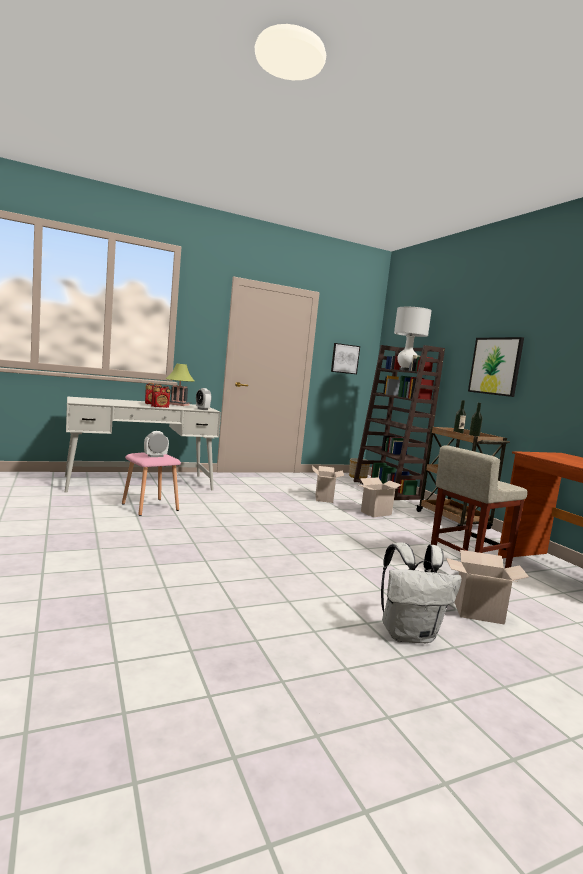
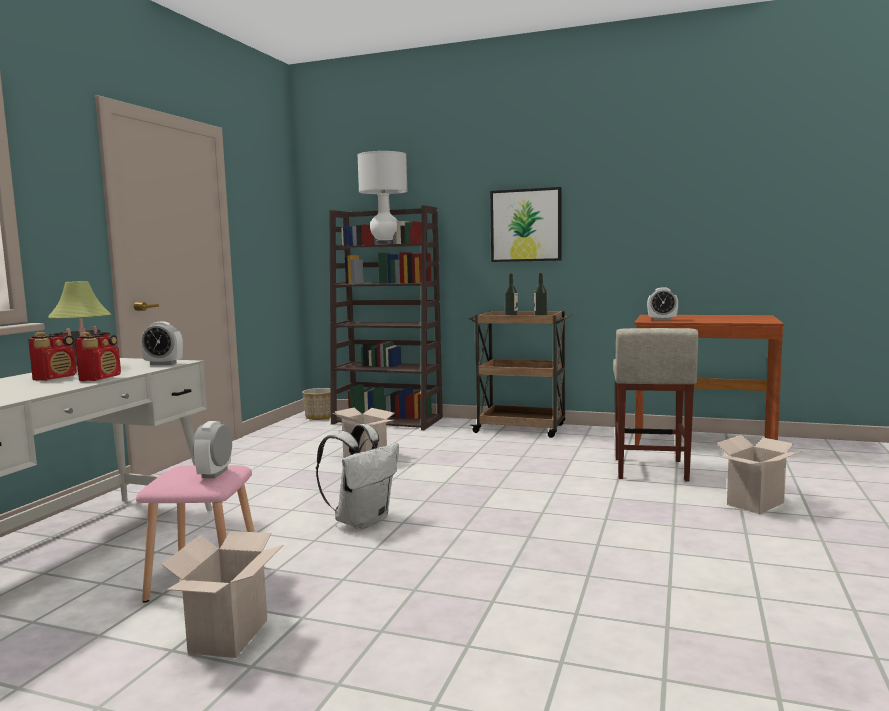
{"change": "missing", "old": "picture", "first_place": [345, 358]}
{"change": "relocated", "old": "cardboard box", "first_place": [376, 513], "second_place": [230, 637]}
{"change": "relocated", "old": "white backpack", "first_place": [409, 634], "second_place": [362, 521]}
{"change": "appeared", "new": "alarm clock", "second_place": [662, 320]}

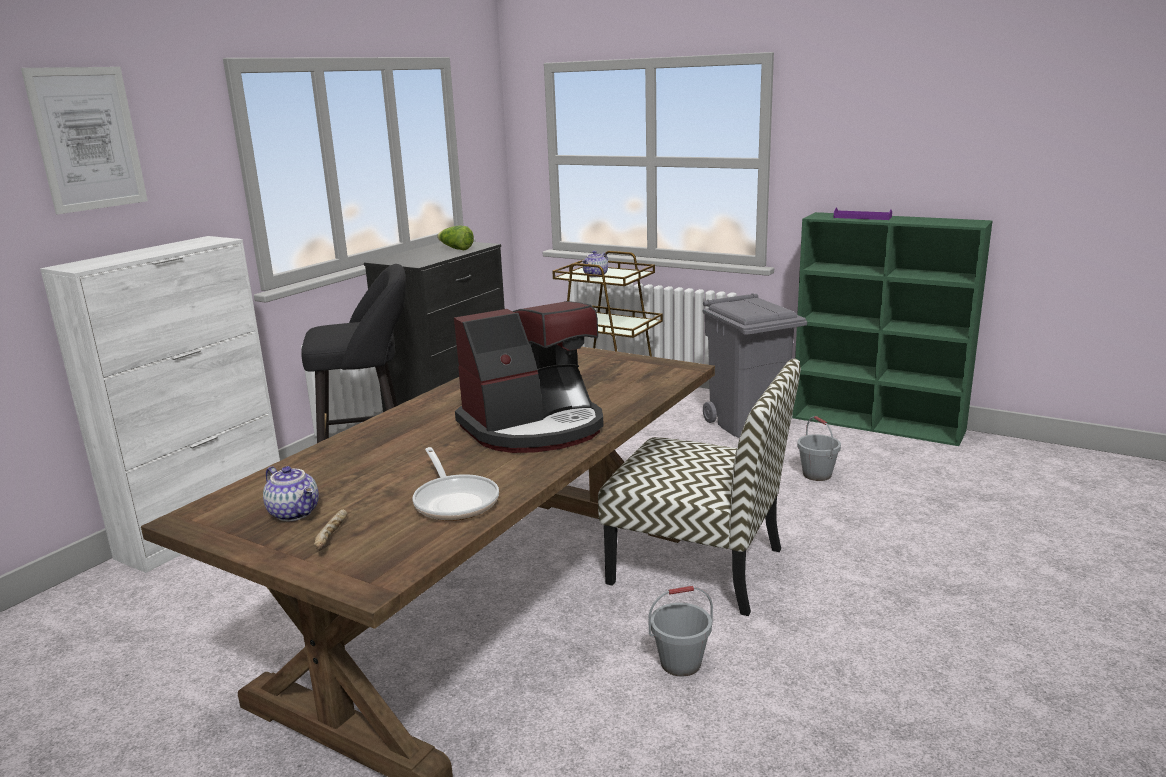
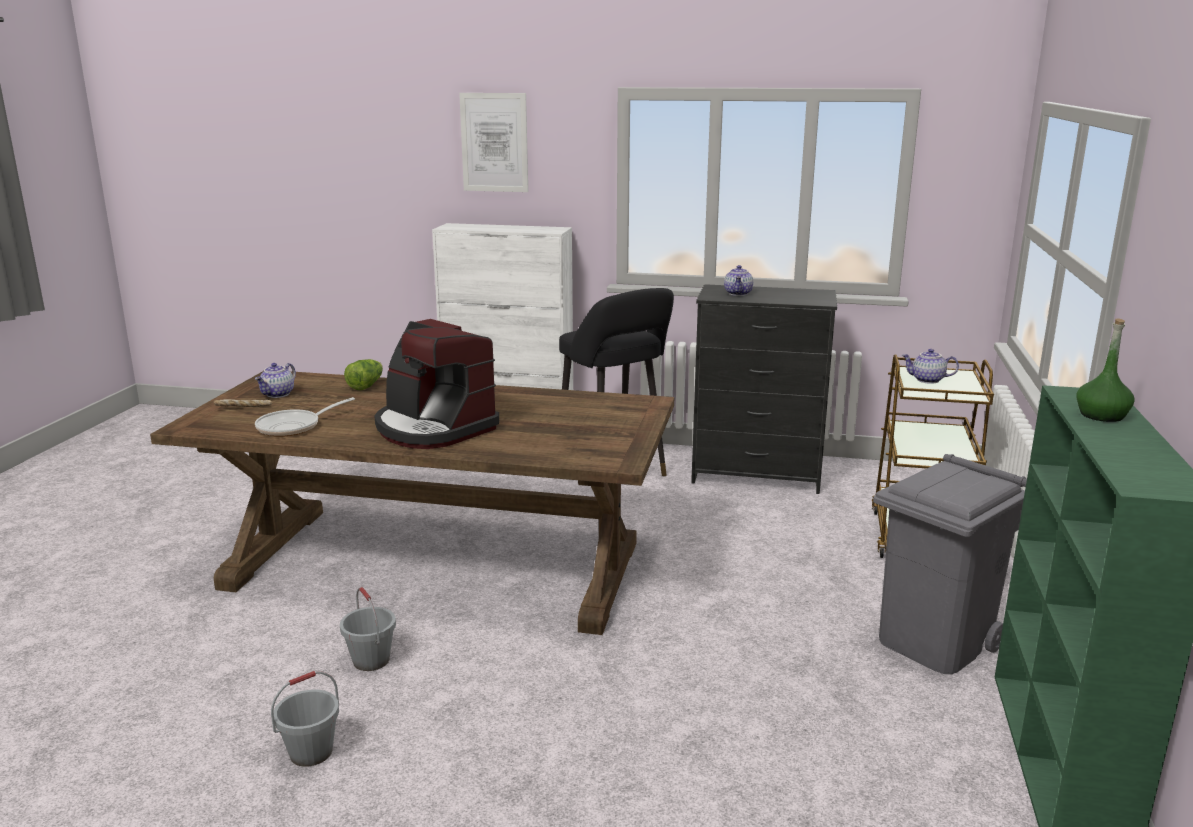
{"change": "exchanged", "old": "purple tray", "new": "green bottle", "first_place": [862, 217], "second_place": [1102, 415]}
{"change": "relocated", "old": "lettuce", "first_place": [455, 249], "second_place": [366, 385]}
{"change": "missing", "old": "chair", "first_place": [699, 566]}
{"change": "relocated", "old": "grey bucket", "first_place": [816, 475], "second_place": [311, 752]}
{"change": "appeared", "new": "teapot", "second_place": [738, 293]}

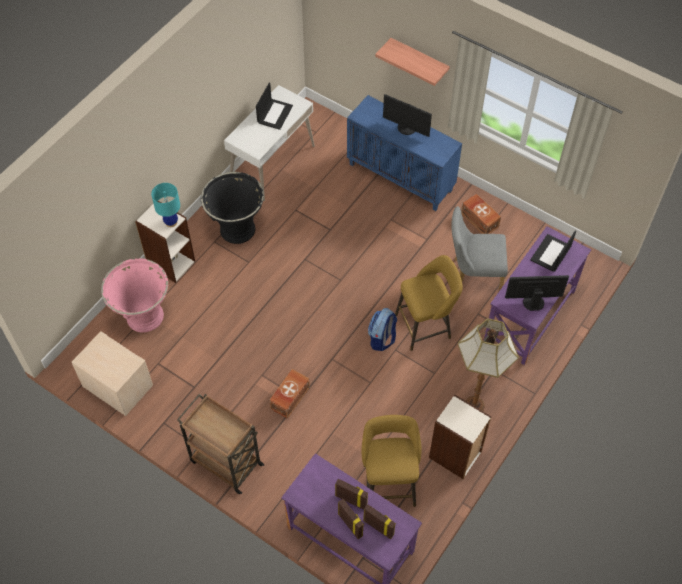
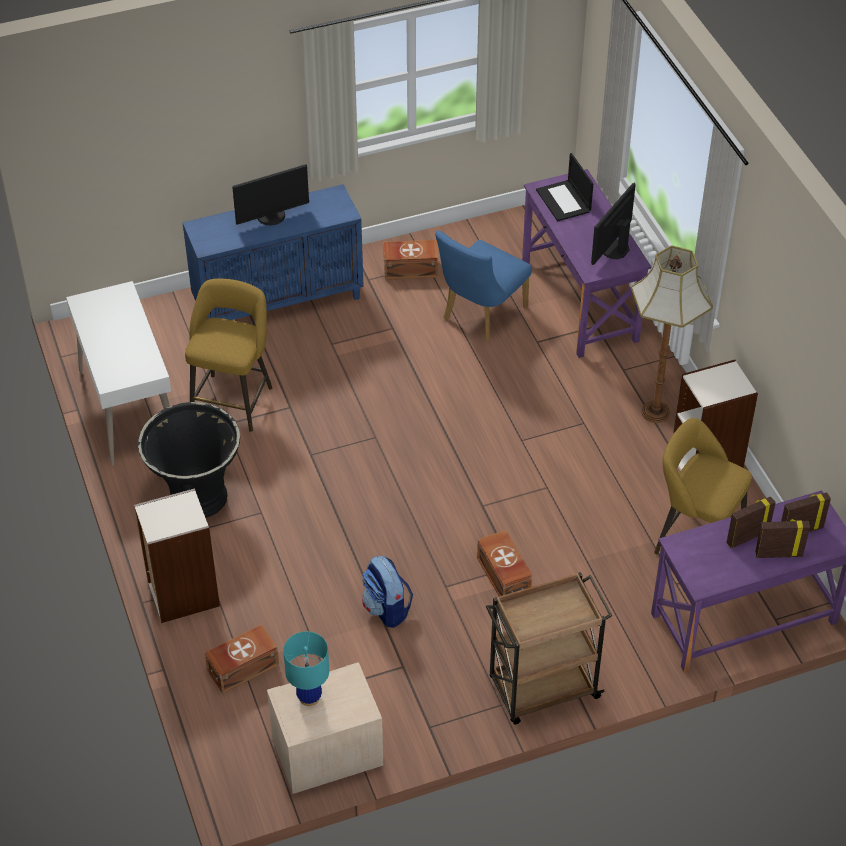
{"change": "missing", "old": "shelf", "first_place": [419, 60]}
{"change": "missing", "old": "laptop", "first_place": [274, 114]}
{"change": "relocated", "old": "turquoise table lamp", "first_place": [171, 222], "second_place": [309, 697]}
{"change": "colour", "old": "grey chair", "new": "blue chair", "first_place": [473, 274], "second_place": [480, 316]}
{"change": "relocated", "old": "yellow stool", "first_place": [426, 325], "second_place": [233, 399]}
{"change": "exchanged", "old": "pink planter", "new": "brown storage box", "first_place": [144, 316], "second_place": [242, 667]}
{"change": "relocated", "old": "backpack", "first_place": [382, 339], "second_place": [386, 609]}

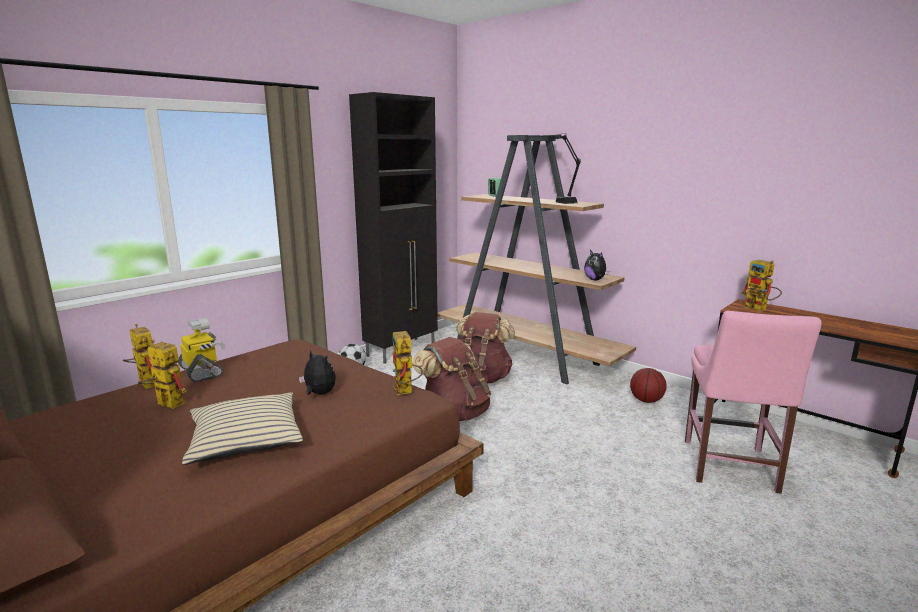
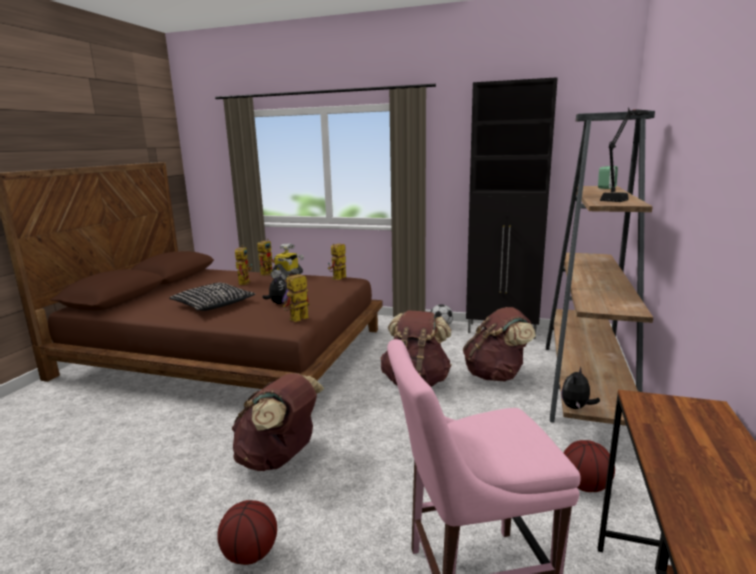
{"change": "relocated", "old": "plush toy", "first_place": [595, 280], "second_place": [576, 407]}
{"change": "relocated", "old": "toy robot", "first_place": [760, 309], "second_place": [338, 279]}
{"change": "colour", "old": "beige pillow", "new": "black pillow", "first_place": [245, 439], "second_place": [213, 304]}
{"change": "appeared", "new": "brown backpack", "second_place": [279, 458]}
{"change": "appeared", "new": "basketball", "second_place": [251, 554]}

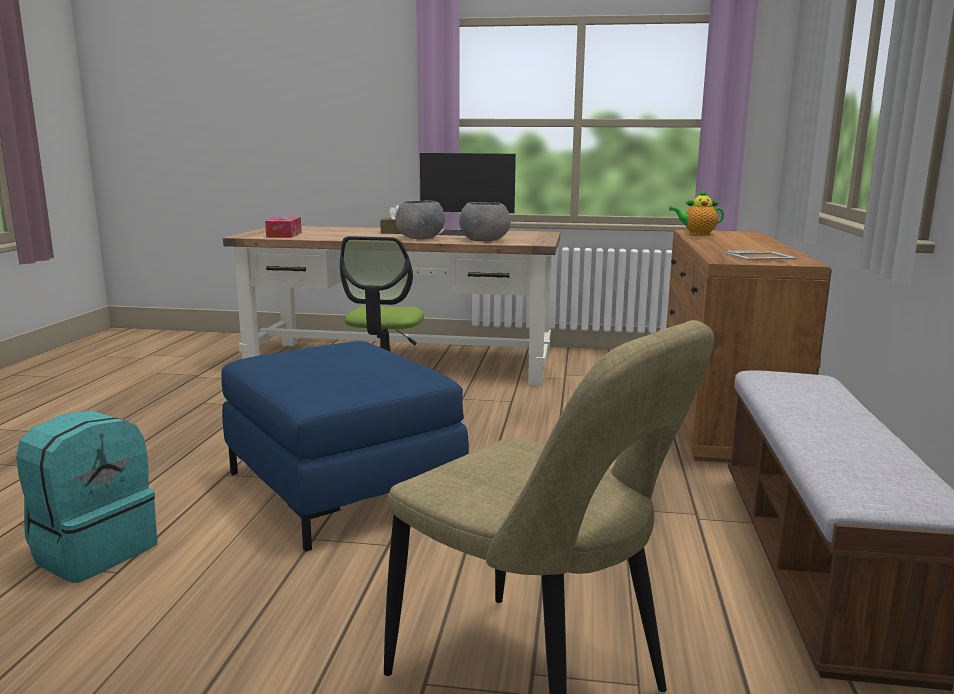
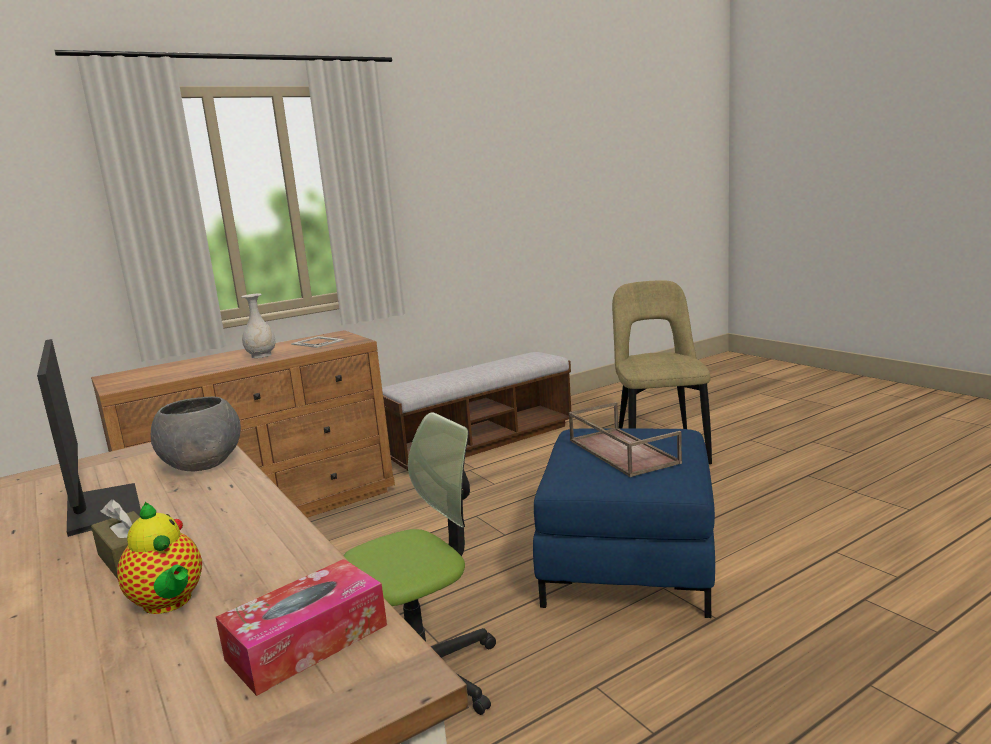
{"change": "relocated", "old": "teapot", "first_place": [697, 234], "second_place": [169, 603]}
{"change": "missing", "old": "grey bowl", "first_place": [420, 238]}
{"change": "missing", "old": "turquoise backpack", "first_place": [94, 551]}
{"change": "appeared", "new": "white vase", "second_place": [262, 355]}
{"change": "appeared", "new": "brown tray", "second_place": [621, 451]}

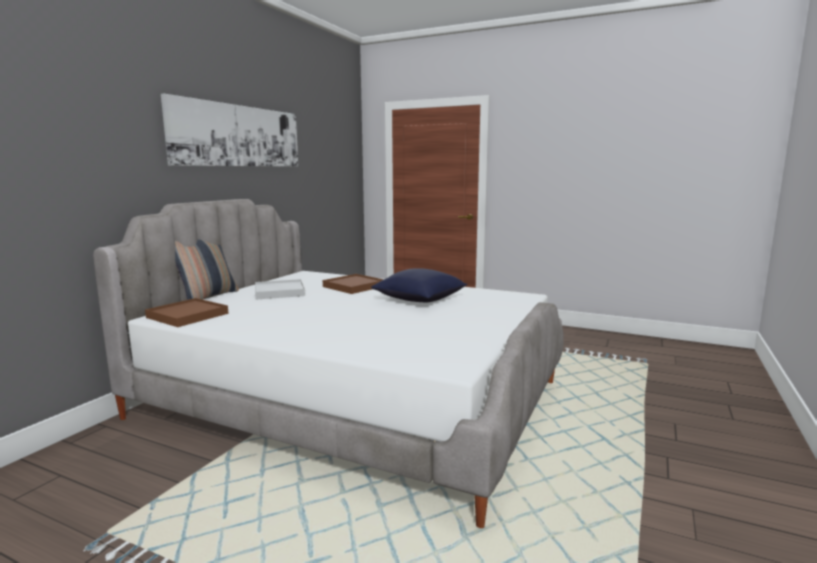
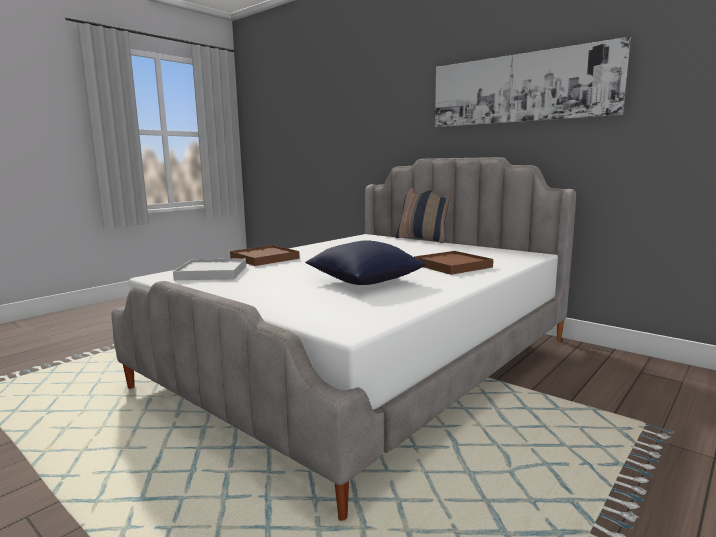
{"change": "relocated", "old": "white tray", "first_place": [279, 292], "second_place": [212, 273]}
{"change": "relocated", "old": "brown tray", "first_place": [188, 315], "second_place": [264, 258]}

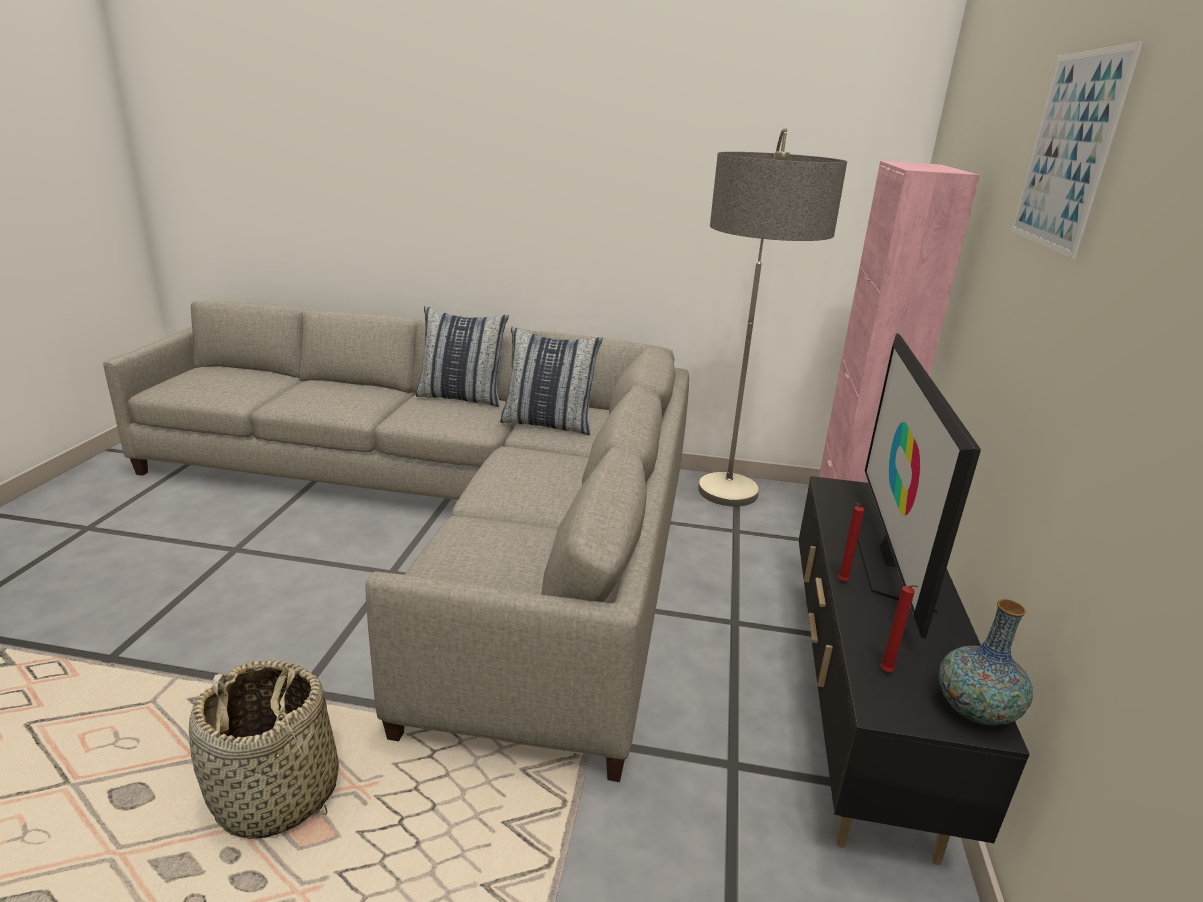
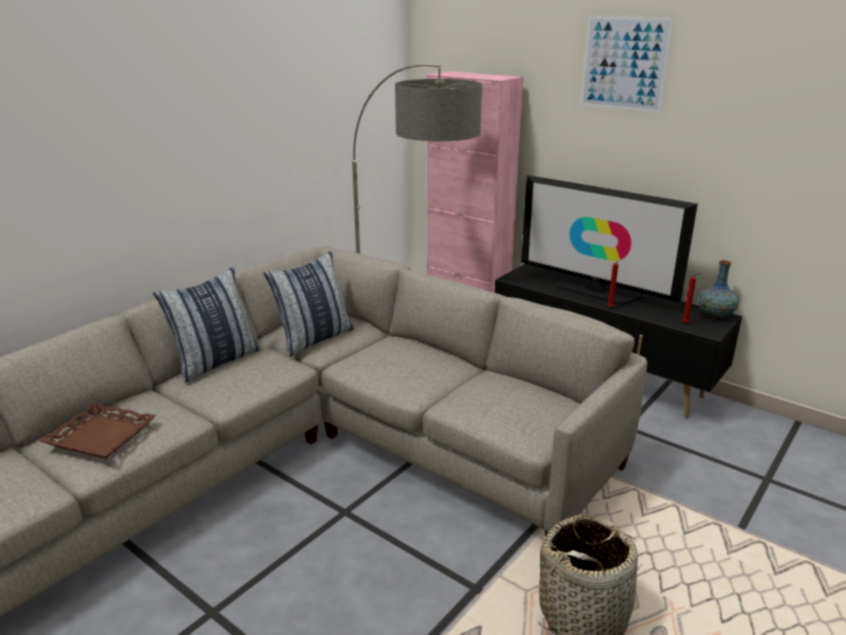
{"change": "appeared", "new": "brown tray", "second_place": [101, 436]}

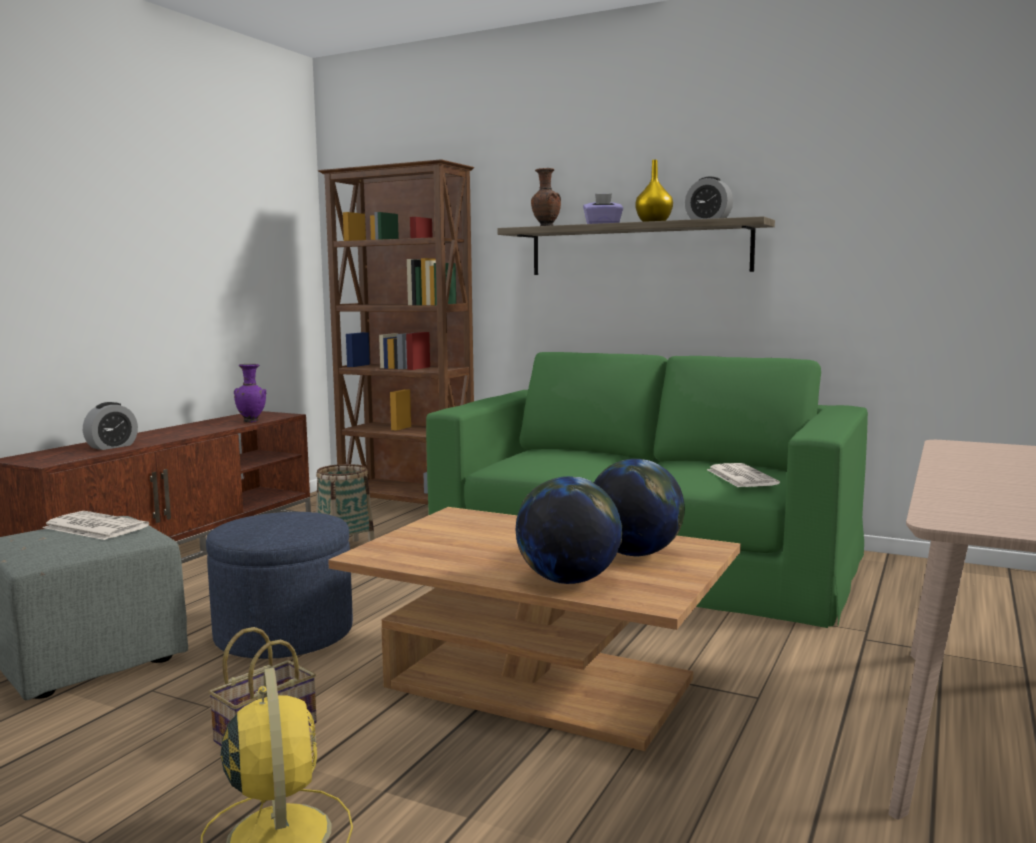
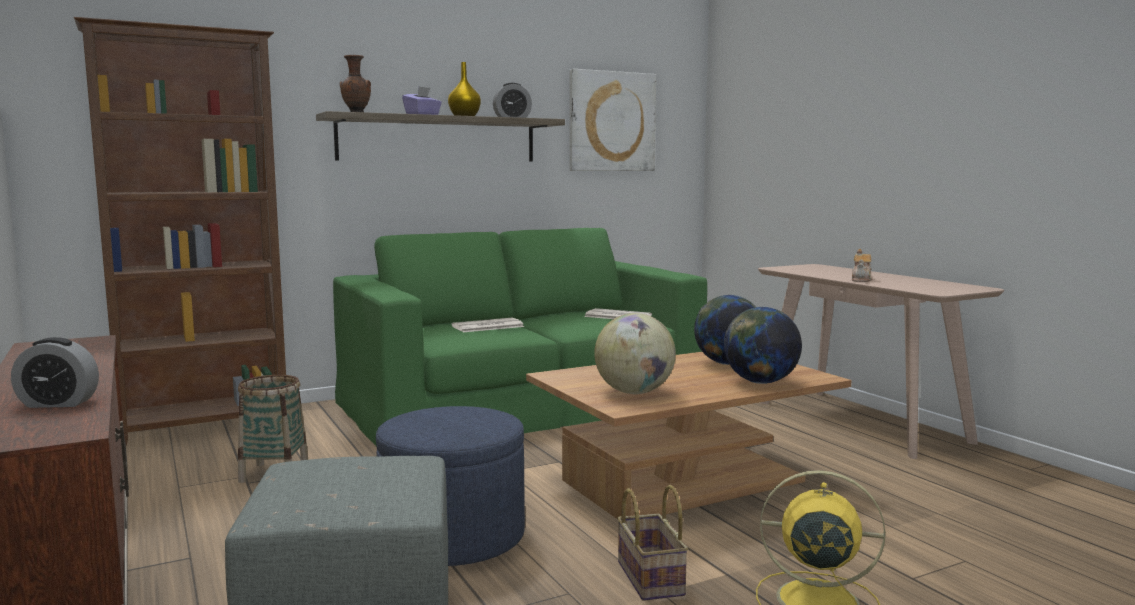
{"change": "missing", "old": "purple vase", "first_place": [252, 421]}
{"change": "spun", "old": "alarm clock", "first_place": [112, 446], "second_place": [58, 403], "degrees": 105}
{"change": "relocated", "old": "newspaper", "first_place": [93, 527], "second_place": [487, 326]}
{"change": "appeared", "new": "picture", "second_place": [611, 121]}
{"change": "appeared", "new": "teapot", "second_place": [861, 280]}
{"change": "appeared", "new": "globe", "second_place": [634, 392]}

